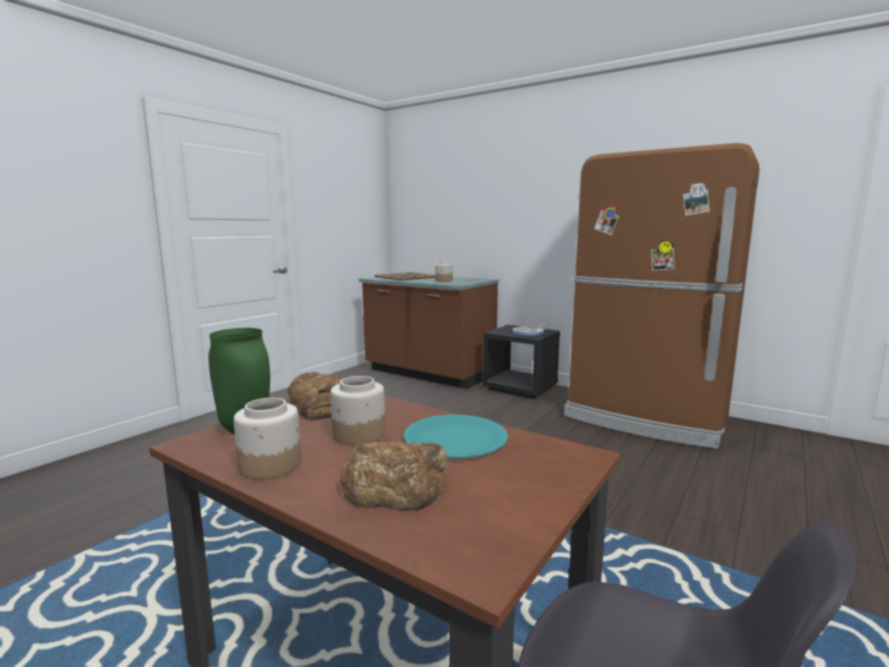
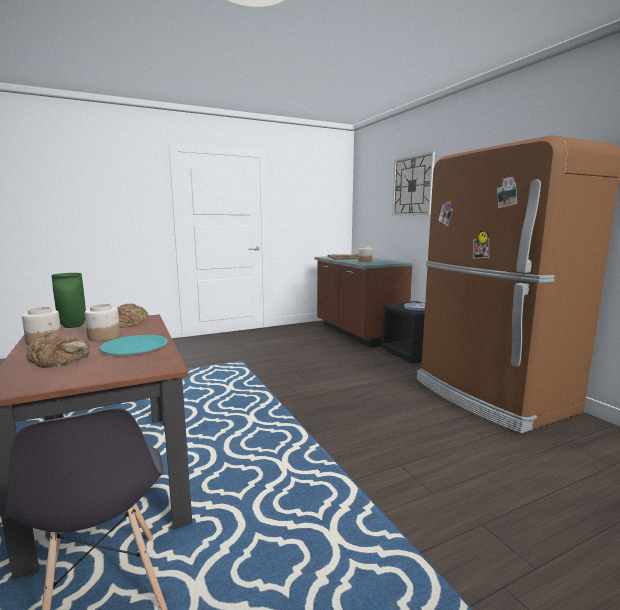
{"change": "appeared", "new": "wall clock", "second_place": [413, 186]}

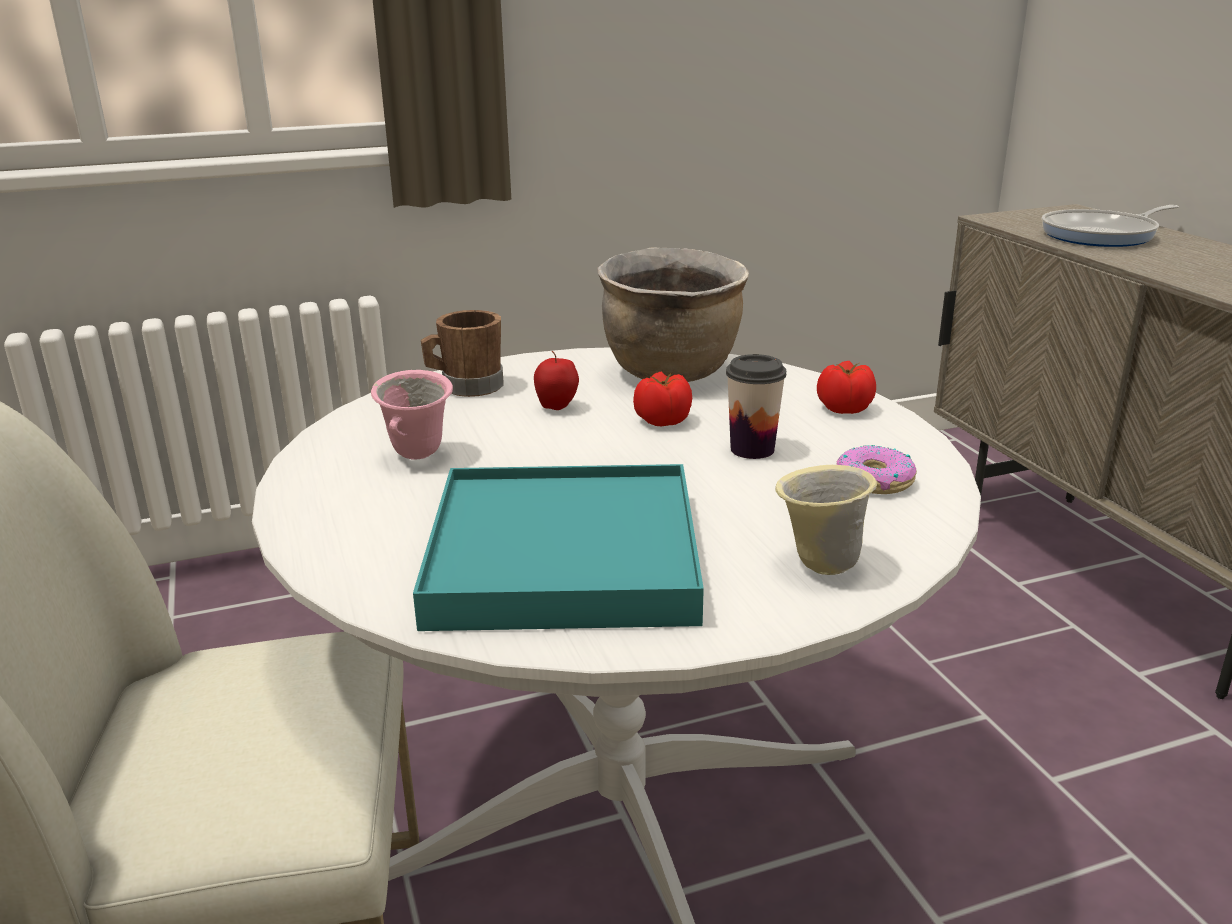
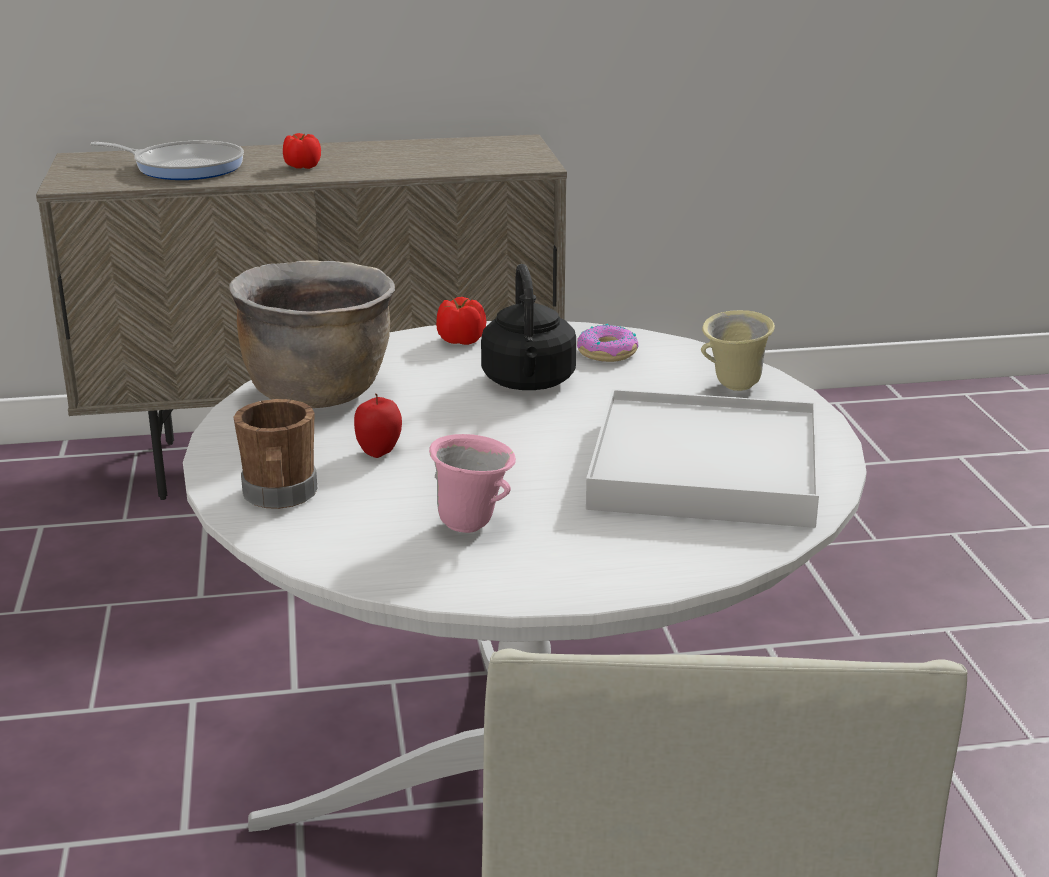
{"change": "spun", "old": "frying pan", "first_place": [1103, 235], "second_place": [184, 167], "degrees": -60}
{"change": "exchanged", "old": "cup", "new": "black kettle", "first_place": [752, 449], "second_place": [529, 383]}
{"change": "relocated", "old": "tomato", "first_place": [662, 421], "second_place": [302, 167]}
{"change": "colour", "old": "turquoise tray", "new": "white tray", "first_place": [563, 557], "second_place": [706, 469]}

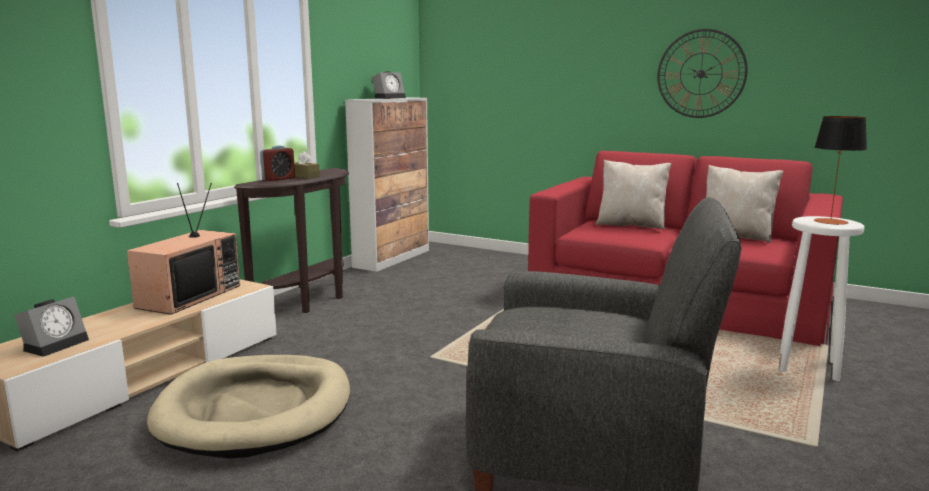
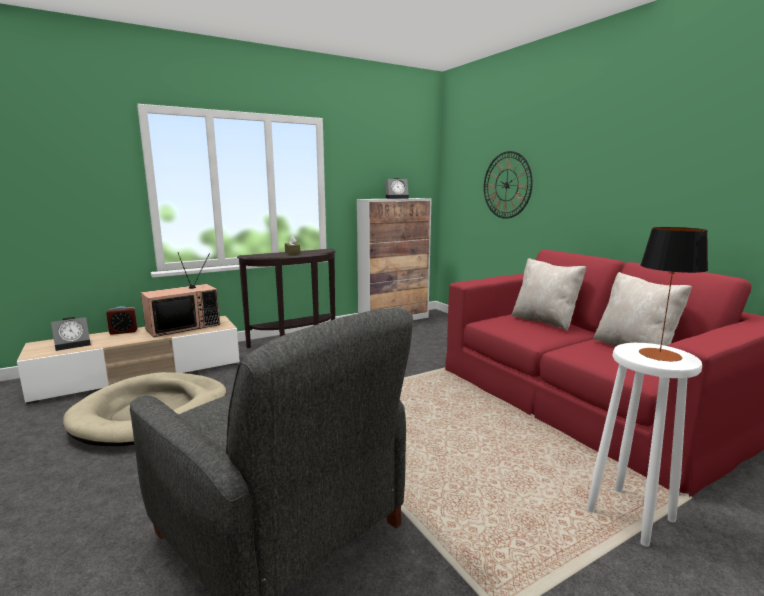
{"change": "relocated", "old": "wall clock", "first_place": [701, 74], "second_place": [506, 185]}
{"change": "relocated", "old": "alarm clock", "first_place": [278, 179], "second_place": [123, 332]}

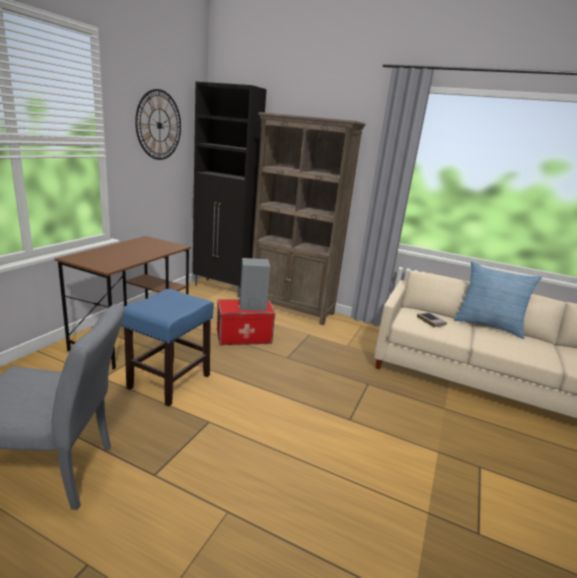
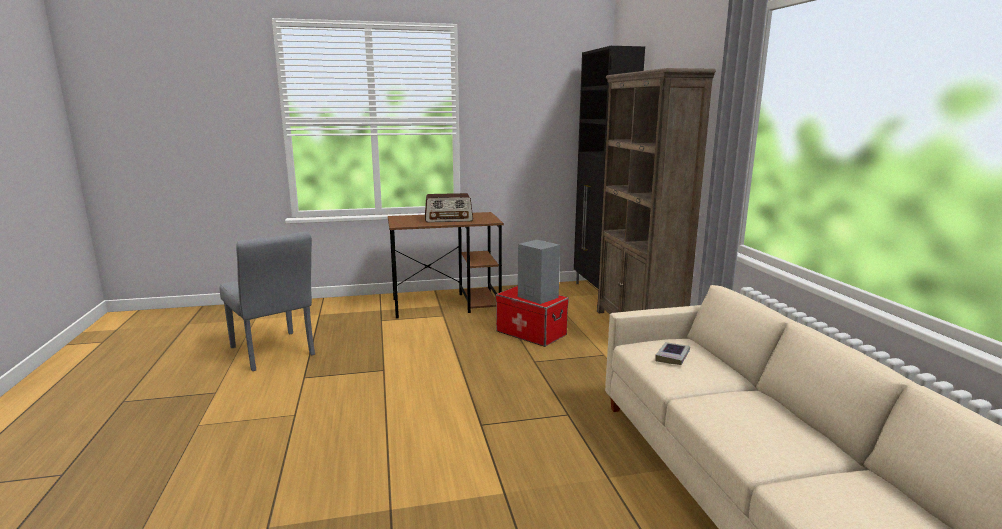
{"change": "missing", "old": "wall clock", "first_place": [159, 125]}
{"change": "missing", "old": "pillow", "first_place": [488, 325]}
{"change": "missing", "old": "blue stool", "first_place": [169, 382]}
{"change": "appeared", "new": "radio", "second_place": [449, 219]}

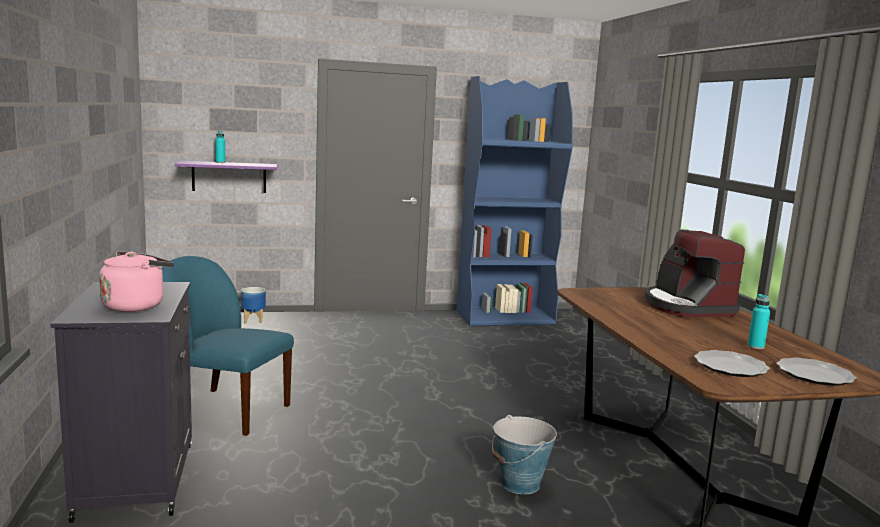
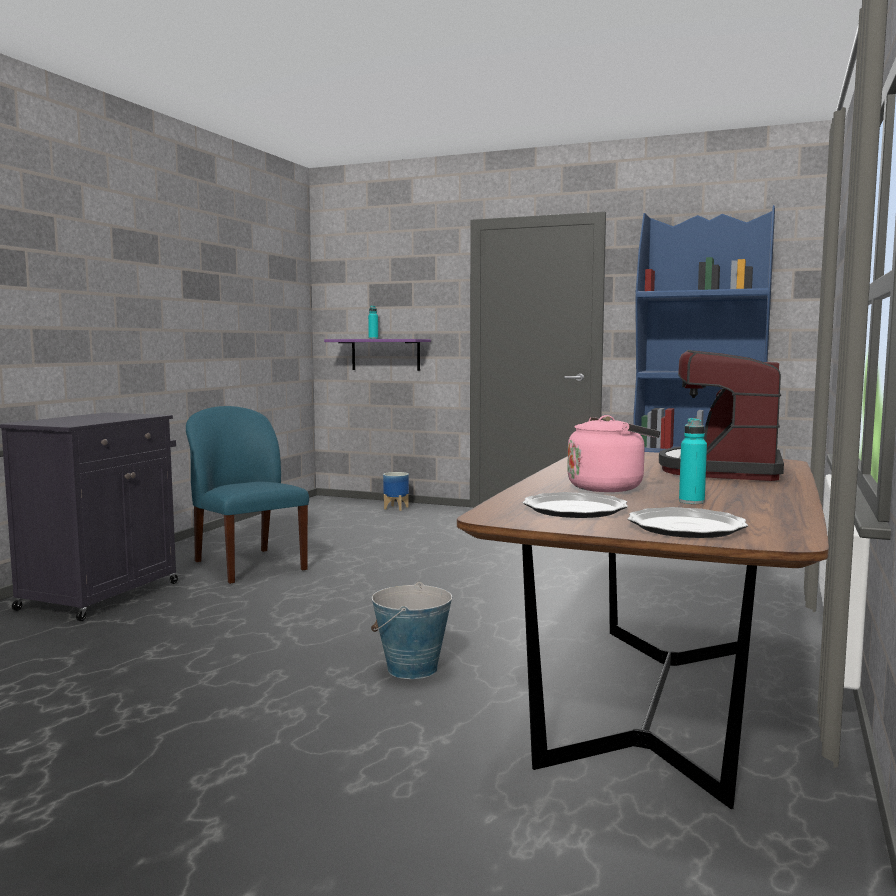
{"change": "relocated", "old": "pink kettle", "first_place": [136, 306], "second_place": [609, 487]}

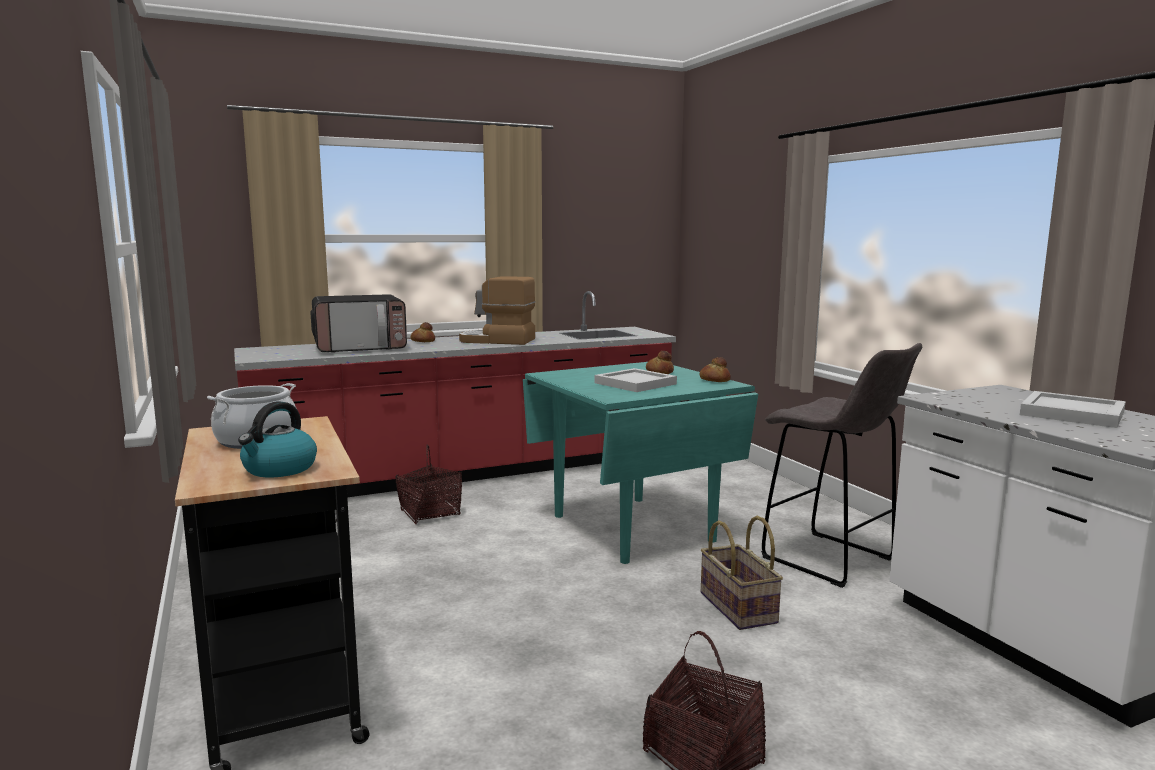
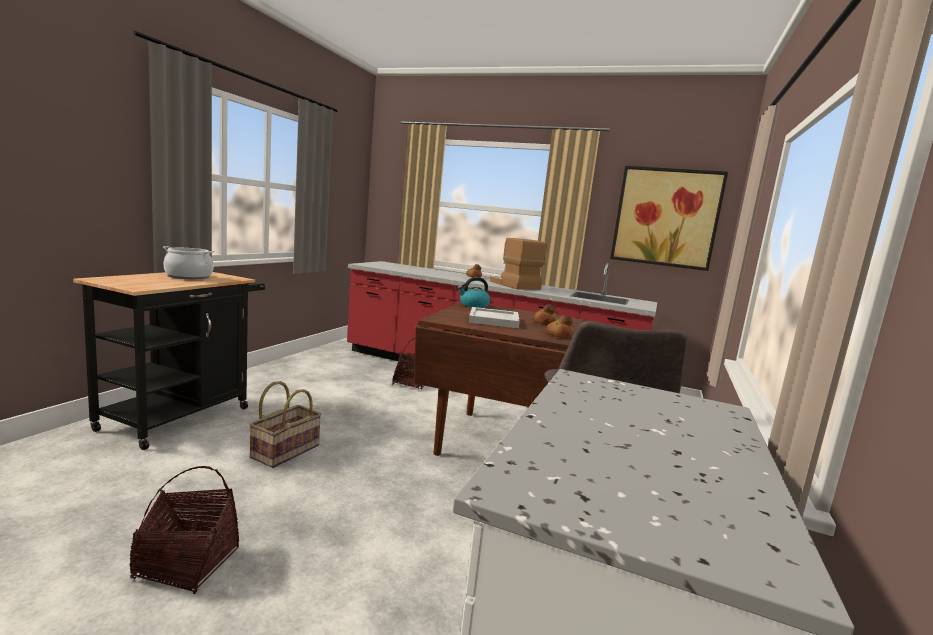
{"change": "missing", "old": "microwave", "first_place": [360, 348]}
{"change": "colour", "old": "turquoise dining table", "new": "brown dining table", "first_place": [633, 527], "second_place": [494, 441]}
{"change": "missing", "old": "white tray", "first_place": [1070, 413]}
{"change": "relocated", "old": "kettle", "first_place": [279, 469], "second_place": [473, 305]}
{"change": "relocated", "old": "basket", "first_place": [736, 607], "second_place": [285, 451]}
{"change": "appeared", "new": "picture", "second_place": [666, 217]}

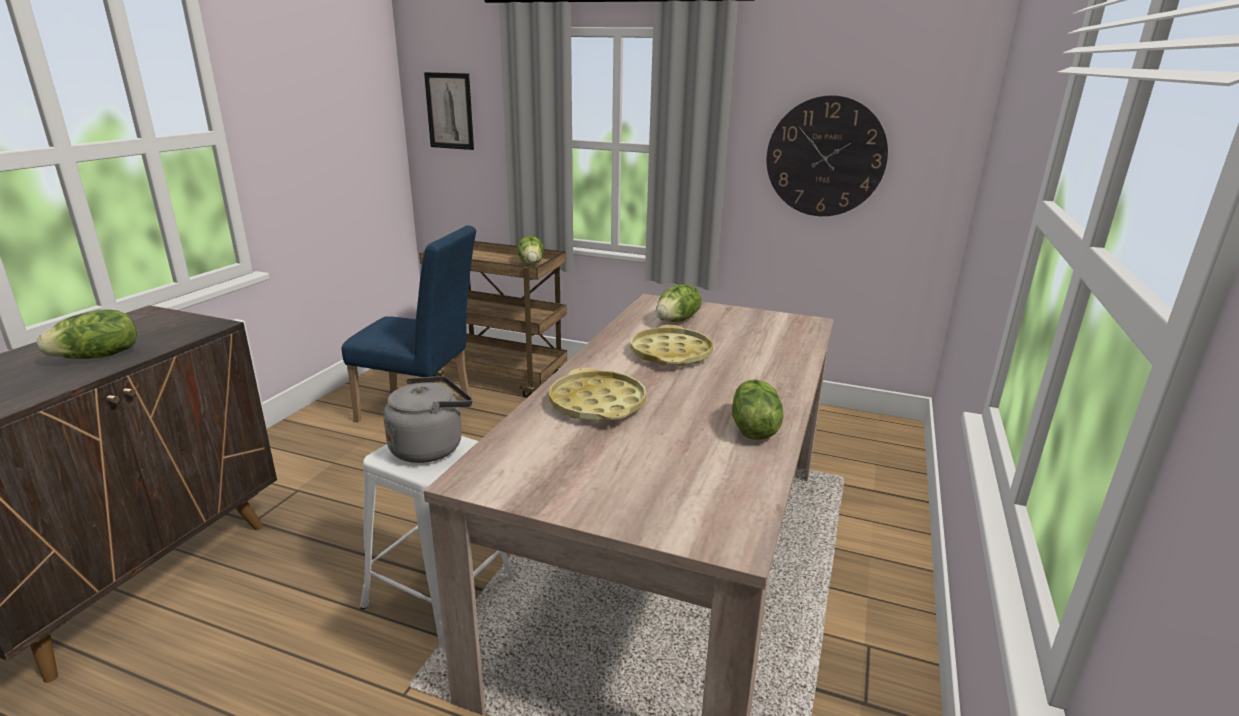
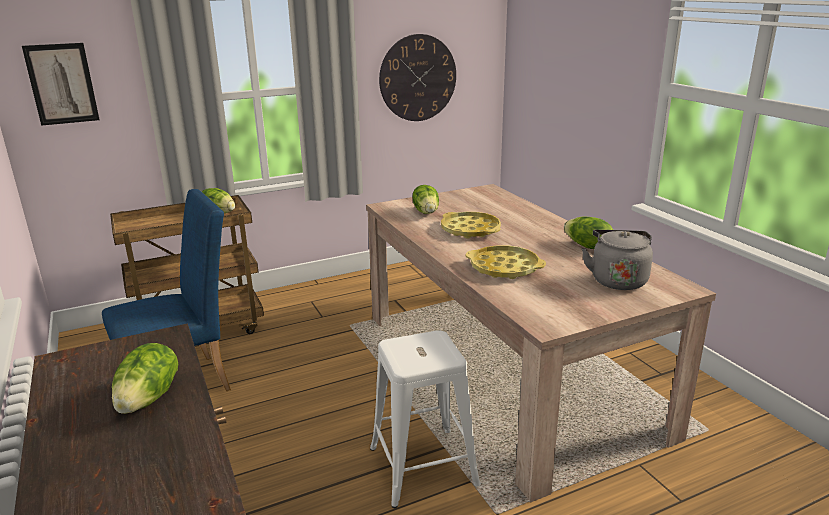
{"change": "relocated", "old": "grey kettle", "first_place": [431, 447], "second_place": [617, 280]}

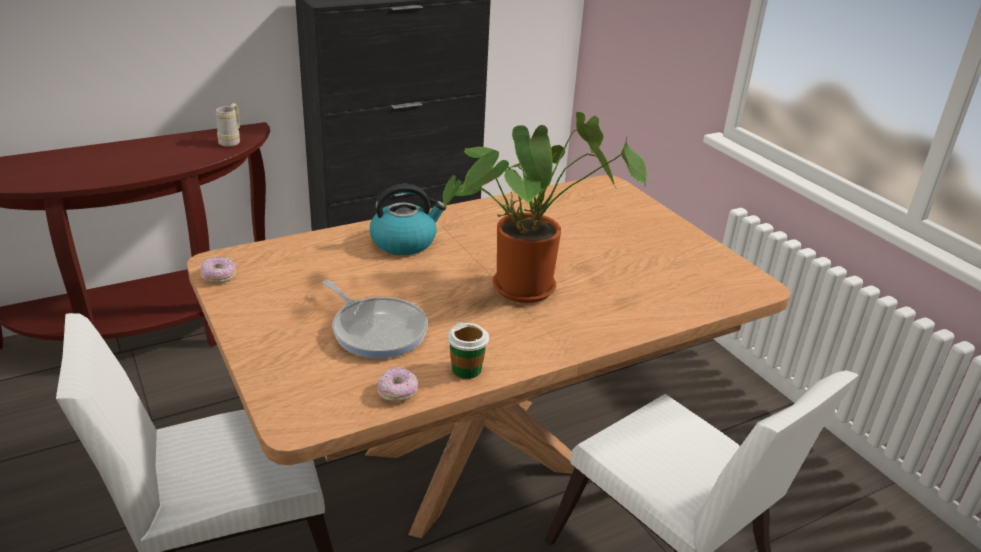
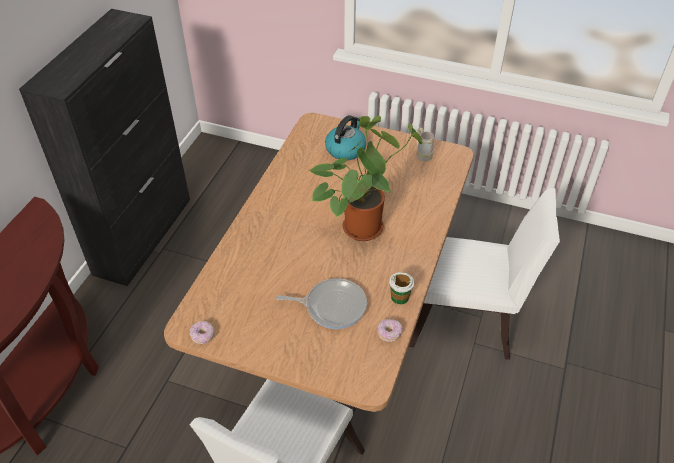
{"change": "relocated", "old": "beige mug", "first_place": [232, 141], "second_place": [422, 154]}
{"change": "relocated", "old": "kettle", "first_place": [404, 242], "second_place": [345, 149]}

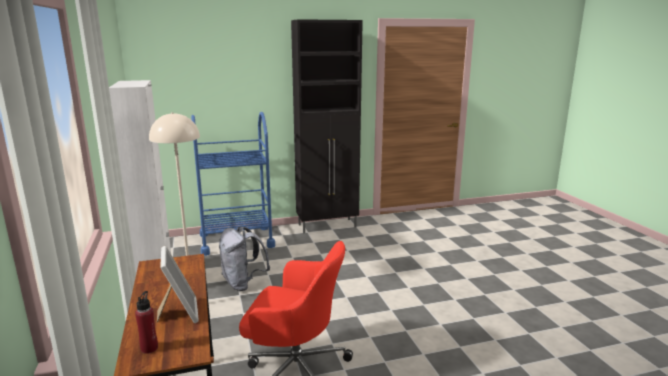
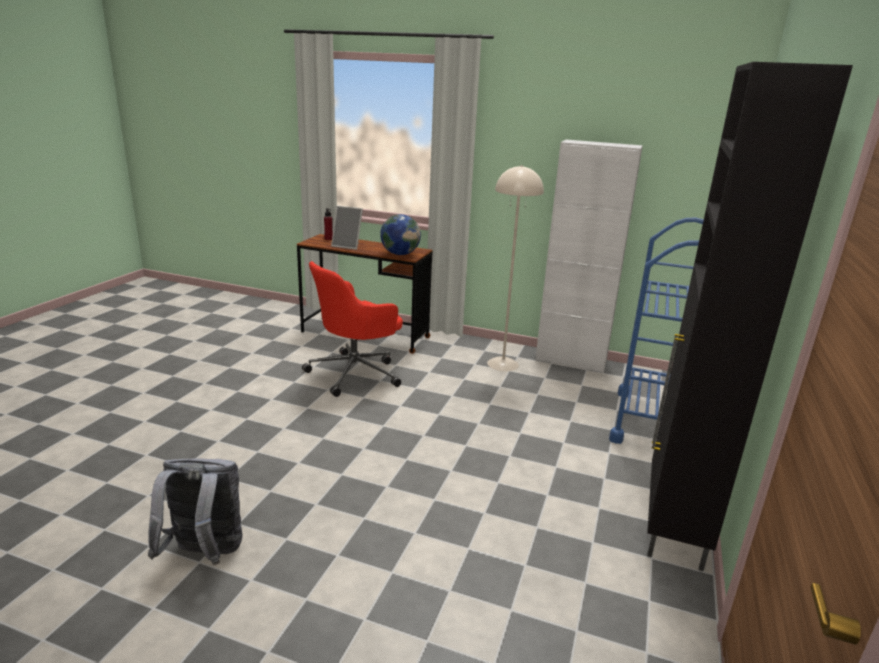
{"change": "relocated", "old": "grey backpack", "first_place": [243, 283], "second_place": [205, 554]}
{"change": "appeared", "new": "globe", "second_place": [400, 254]}

